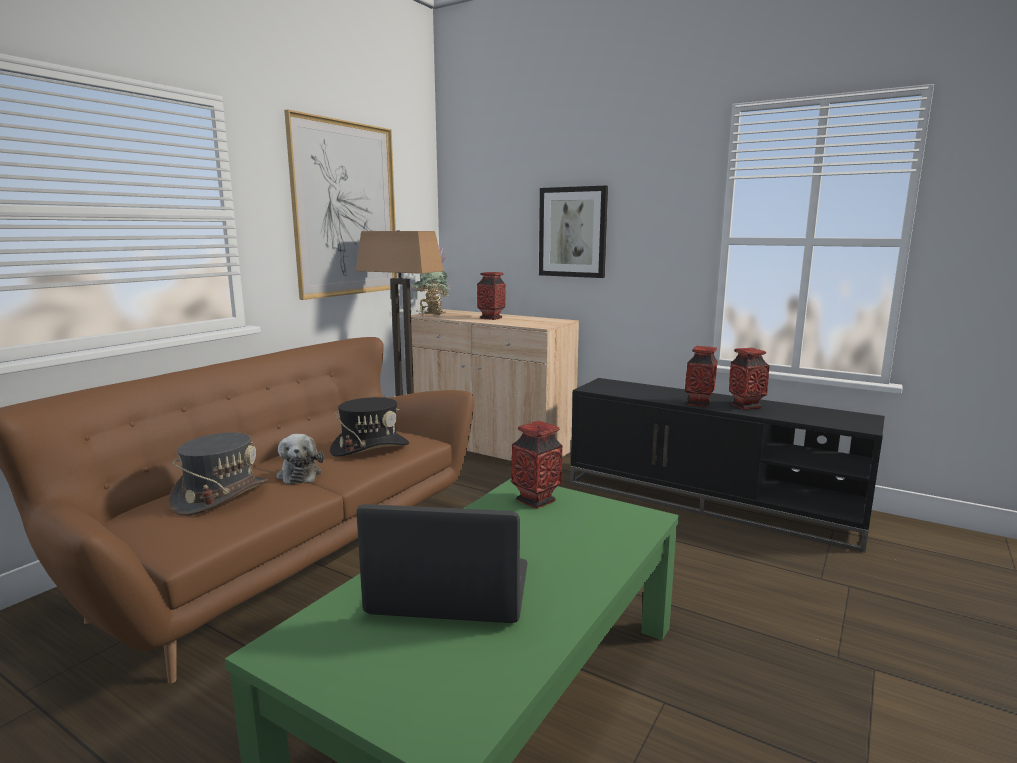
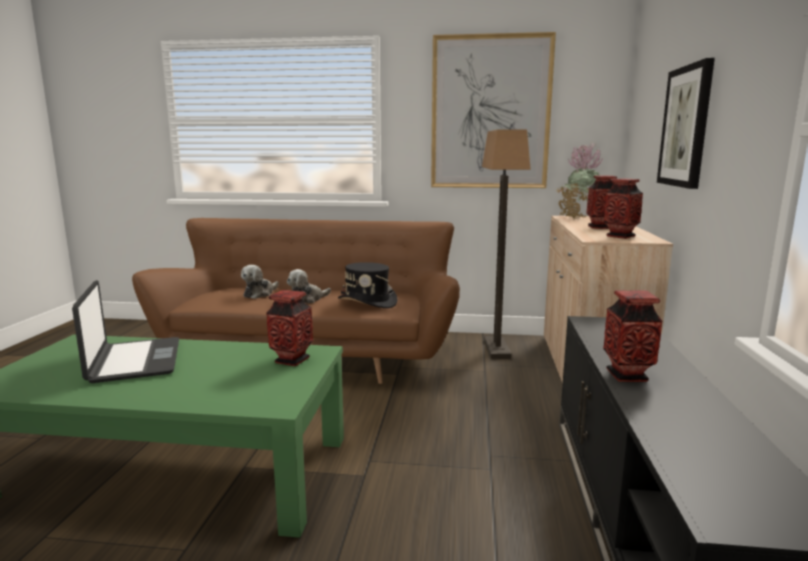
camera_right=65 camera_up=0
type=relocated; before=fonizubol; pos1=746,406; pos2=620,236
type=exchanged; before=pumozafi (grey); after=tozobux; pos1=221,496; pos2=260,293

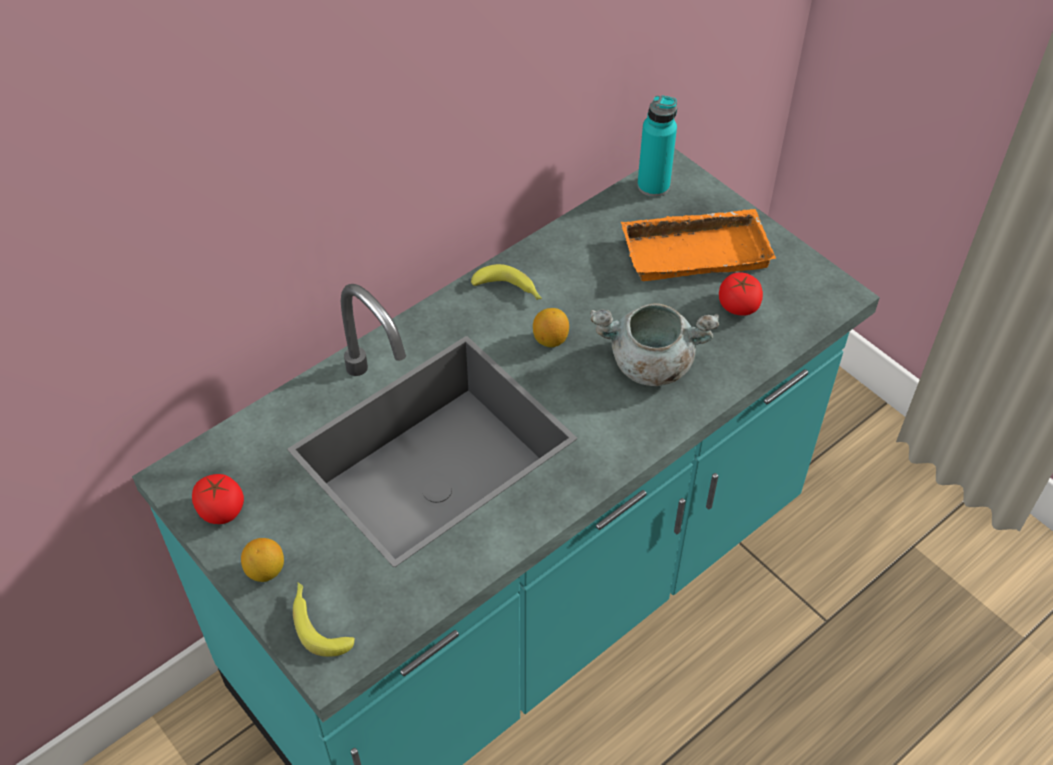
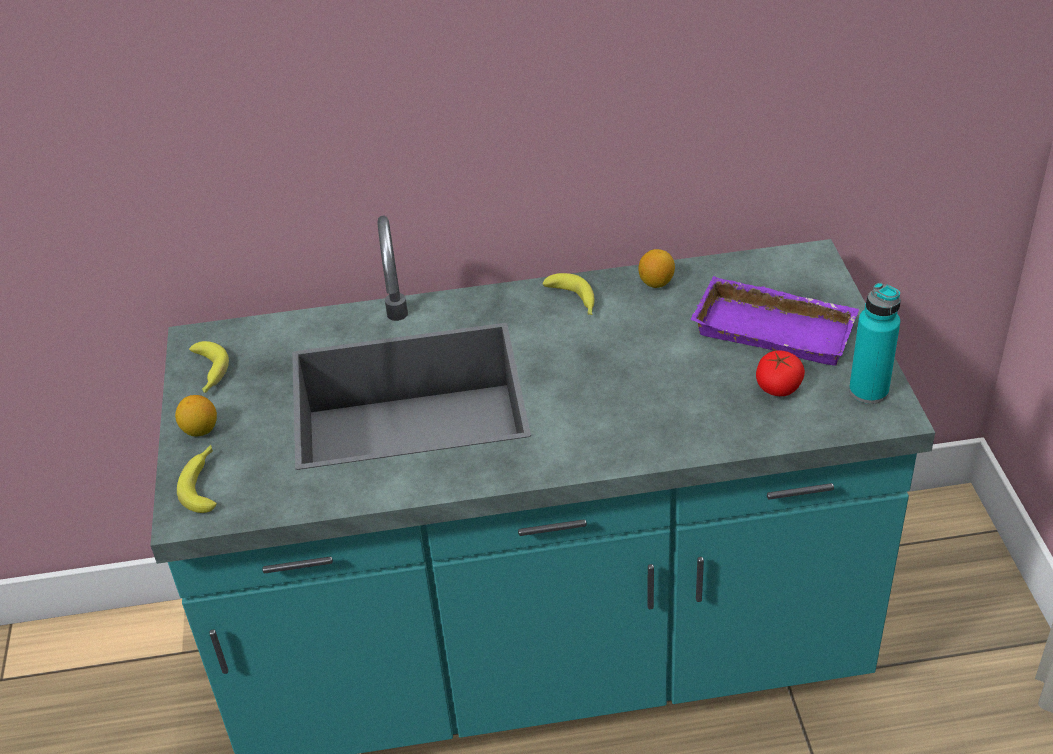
camera_right=35 camera_up=-10
type=relocated; before=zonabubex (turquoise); pos1=653,186; pos2=868,391
type=colour; before=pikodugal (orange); after=pikodugal (purple); pos1=696,250; pos2=777,328
type=missing; before=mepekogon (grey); pos1=649,364
type=relocated; before=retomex; pos1=550,339; pos2=656,283
type=exchanged; before=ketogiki; after=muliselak; pos1=221,509; pos2=208,374

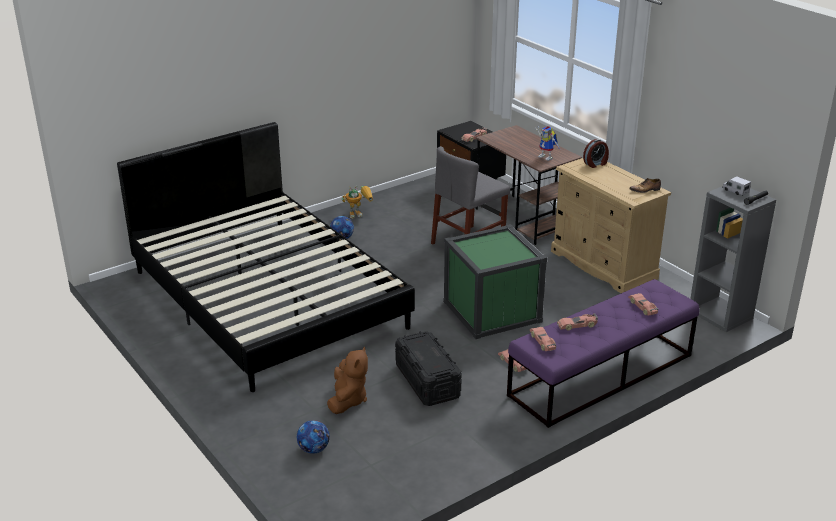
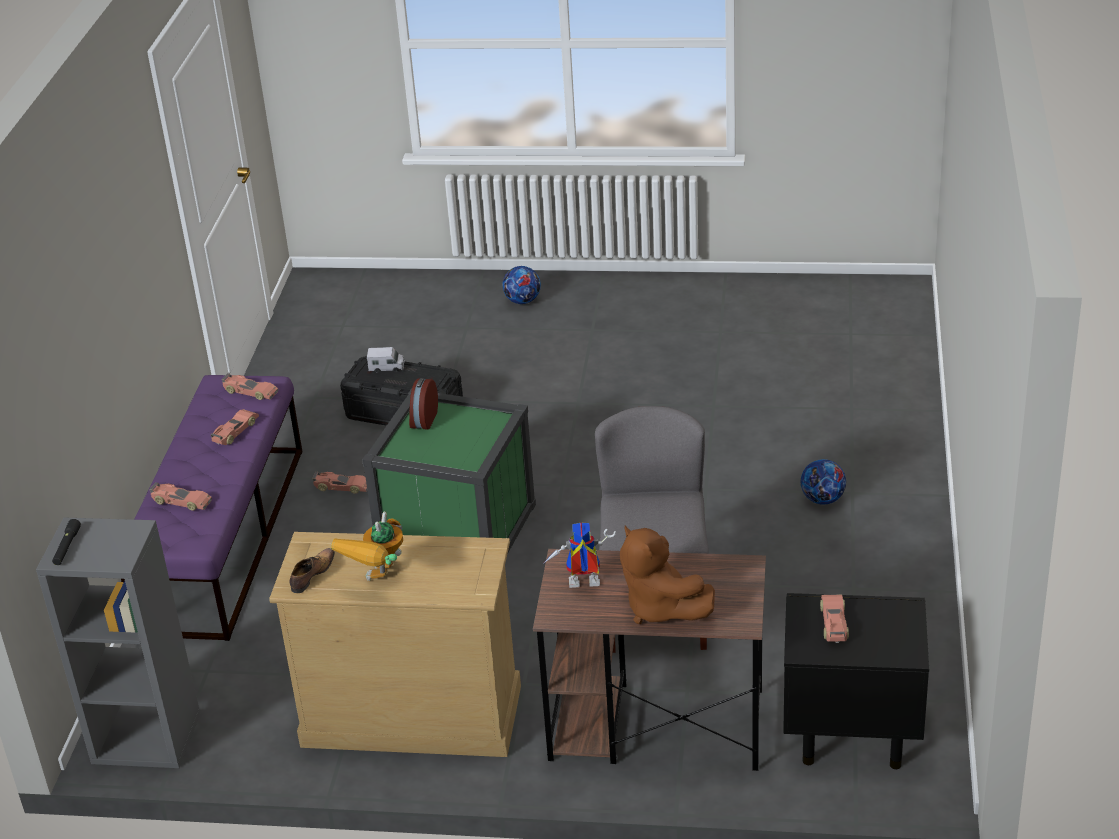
camera_right=135 camera_up=5
type=missing; before=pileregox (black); pos1=268,298
type=relocated; before=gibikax; pos1=595,164; pos2=423,420
type=relocated; before=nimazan; pos1=735,191; pos2=386,367
type=relocated; before=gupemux; pos1=359,214; pos2=380,582
type=relocated; before=tozobux (brown); pos1=348,400; pos2=660,608
type=relocated; before=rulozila; pos1=313,449; pos2=522,301

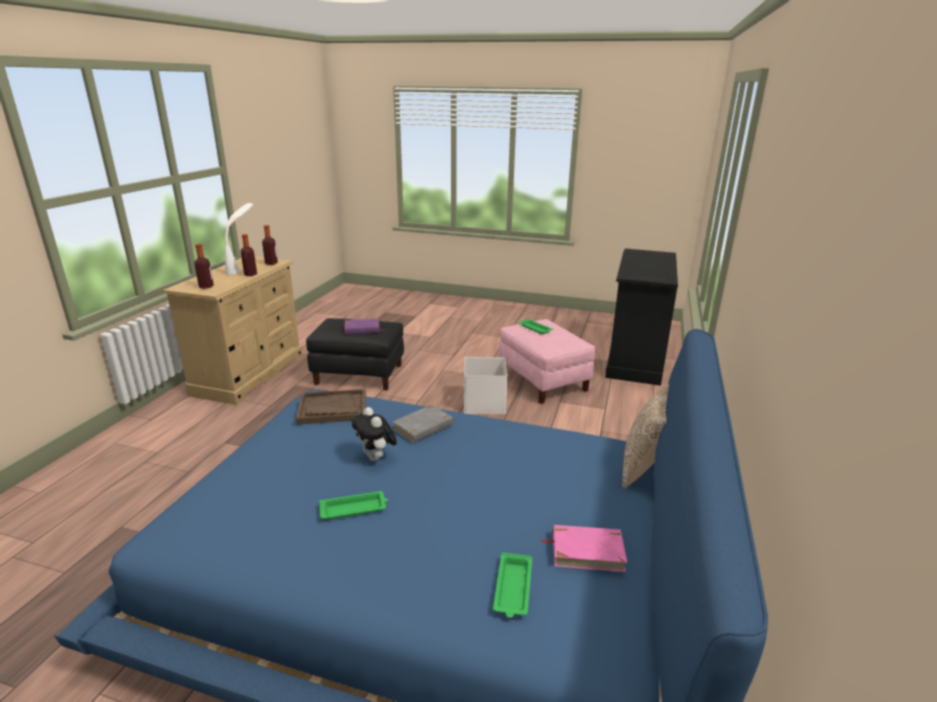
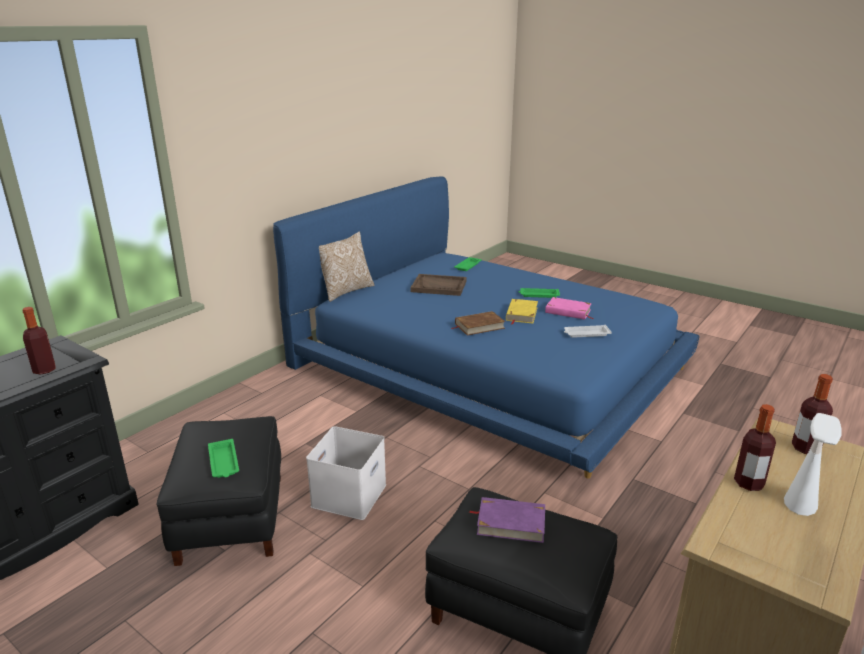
camera_right=-160 camera_up=0
type=relocated; before=zonabubex; pos1=271,263; pos2=44,370
type=colour; before=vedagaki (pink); after=vedagaki (black); pos1=543,381; pos2=231,518
type=relocated; before=pikodugal (brown); pos1=332,408; pos2=439,286
type=colour; before=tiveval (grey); after=tiveval (brown); pos1=423,427; pos2=479,326
type=exchanged; before=tozobux; after=tiveval (yellow); pos1=376,458; pos2=521,314
type=relocated; before=tiveval (pink); pos1=587,551; pos2=568,311
type=appeared; after=pikodugal (white); pos2=586,334

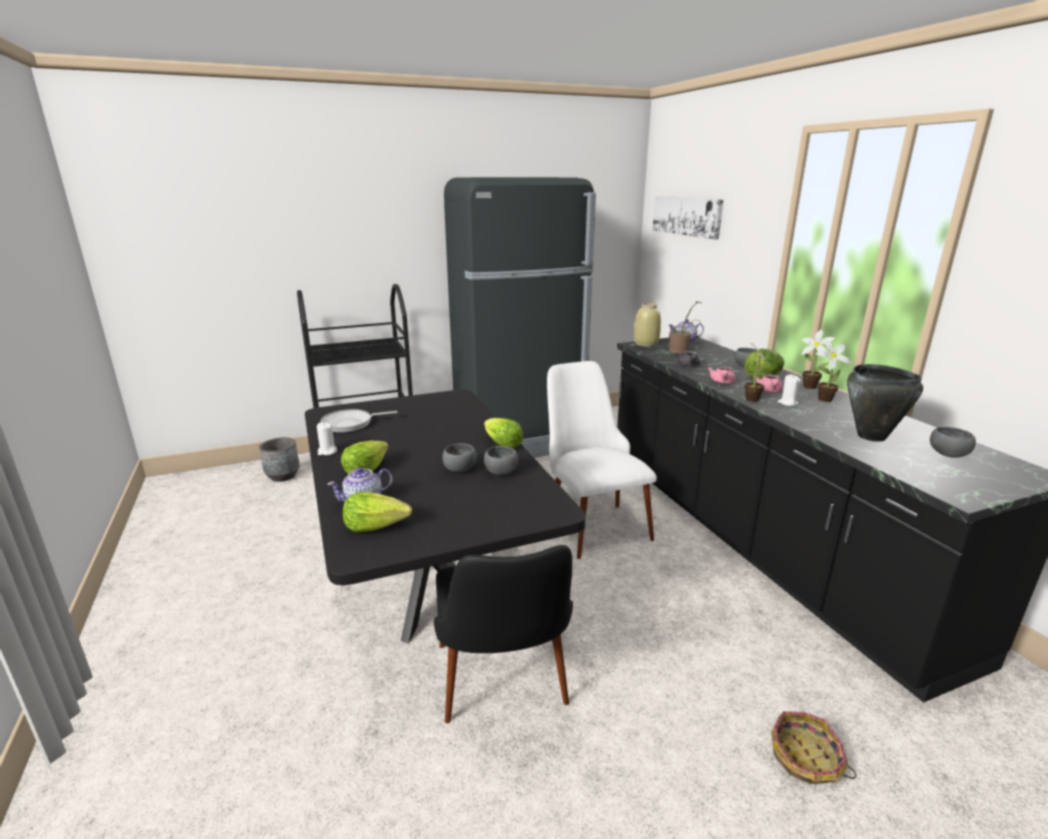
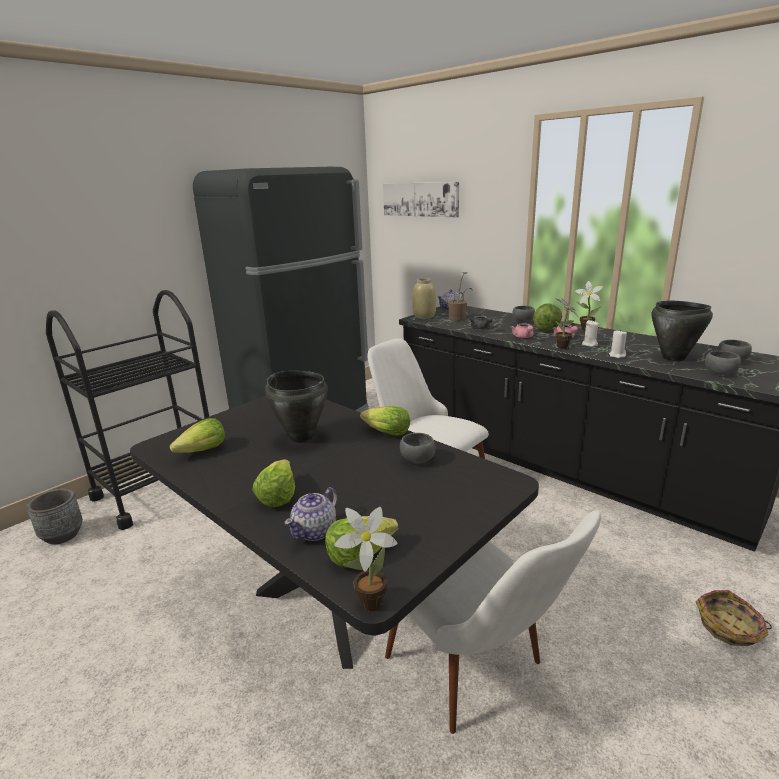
camera_right=-25 camera_up=0
type=relocated; before=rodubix; pos1=822,399; pos2=367,604
type=exchanged; before=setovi; after=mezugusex; pos1=350,424; pos2=203,451
type=relocated; before=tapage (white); pos1=327,451; pos2=617,355
type=relocated; before=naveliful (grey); pos1=461,469; pos2=720,373
type=colour; before=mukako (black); after=mukako (white); pos1=504,693; pos2=480,677
type=appeared; after=mepekogon (black); pos2=301,437

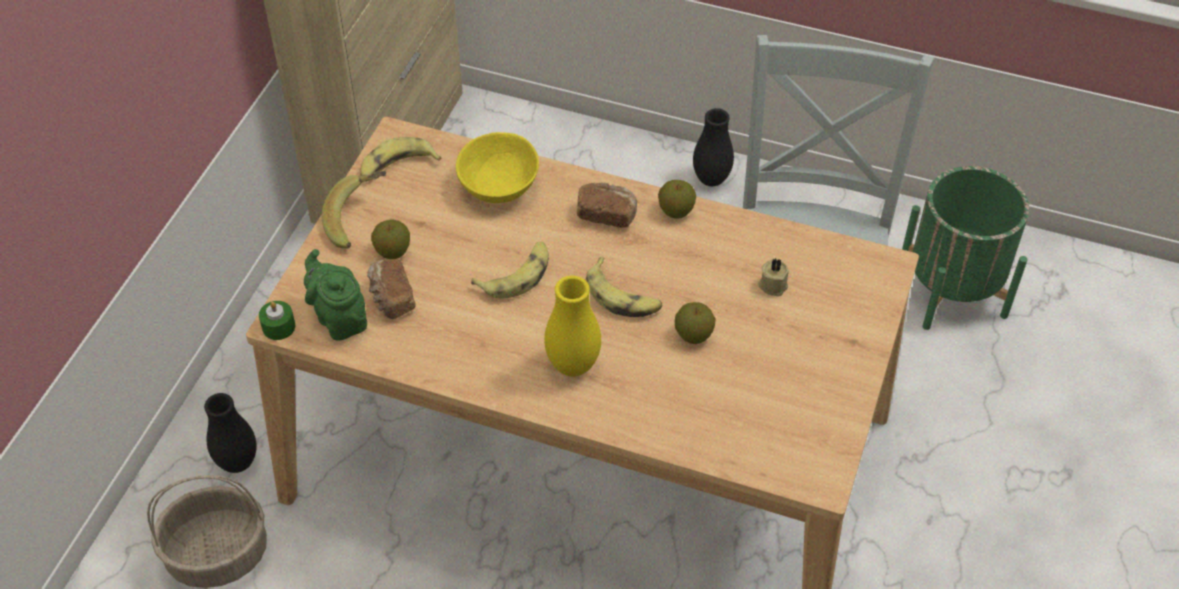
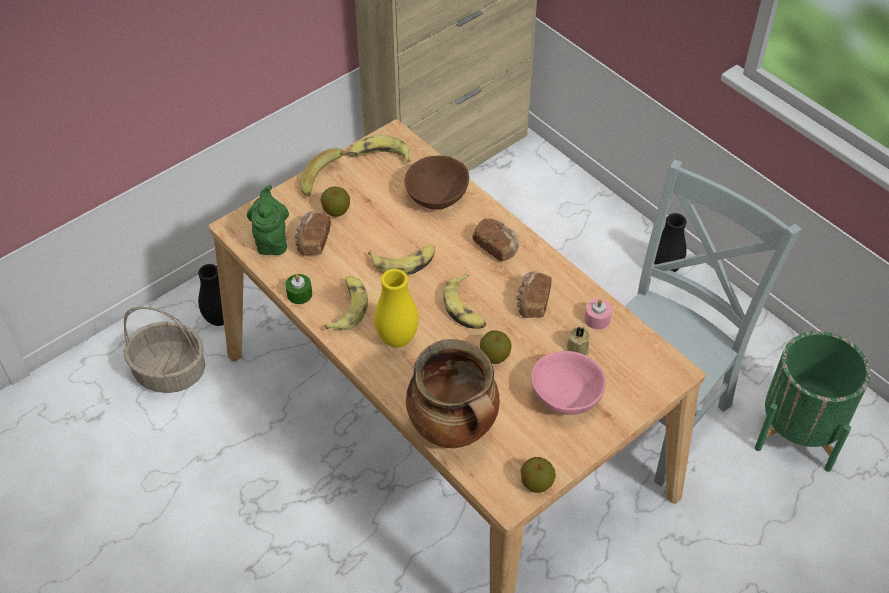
camera_right=30 camera_up=0
type=colour; before=naveliful (yellow); after=naveliful (brown); pos1=498,185; pos2=437,196
type=relocated; before=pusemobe; pos1=676,211; pos2=536,483
type=relocated; before=tapage (green); pos1=278,327; pos2=299,294
type=appeared; after=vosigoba; pos2=532,302
type=appeared; after=muliselak; pos2=348,307
type=appeared; after=tapage (pink); pos2=597,319
type=appeared; after=mepekogon; pos2=454,430
type=appeared; after=naveliful (pink); pos2=567,397

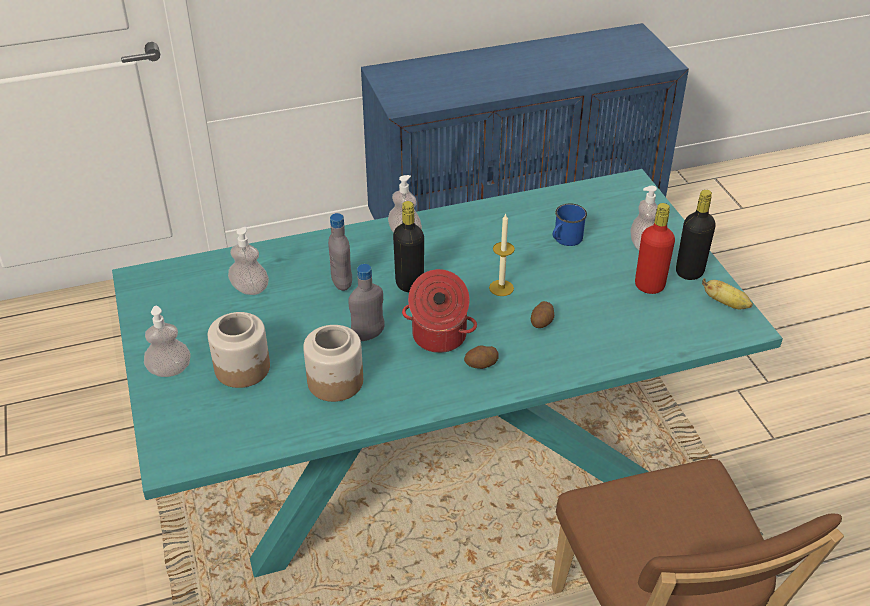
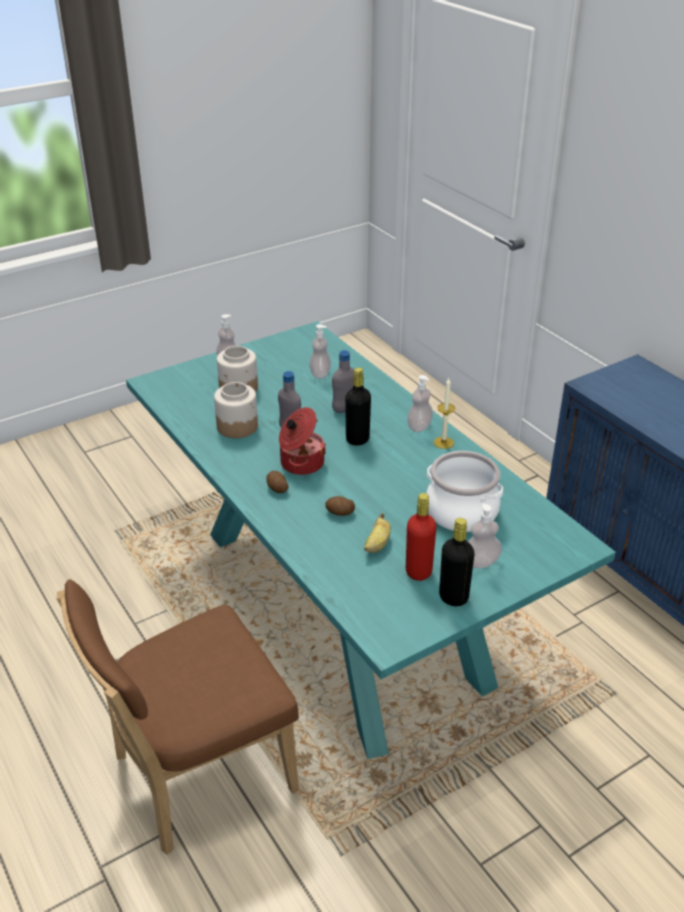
camera_right=75 camera_up=-5
type=exchanged; before=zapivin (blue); after=mepekogon; pos1=565,240; pos2=461,512
type=relocated; before=tapage; pos1=501,288; pos2=443,442
type=relocated; before=muliselak; pos1=726,303; pos2=377,545

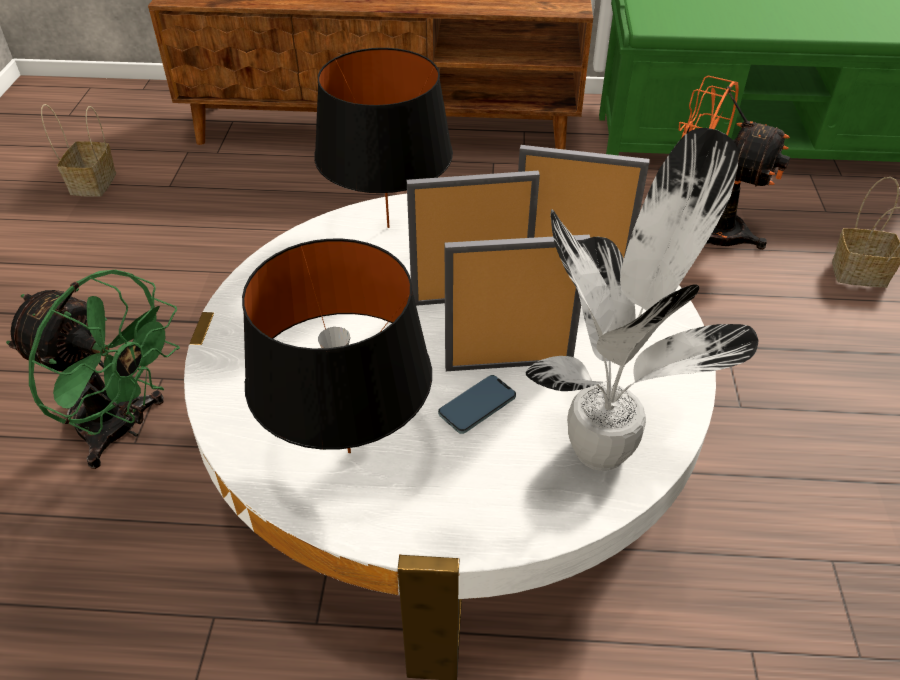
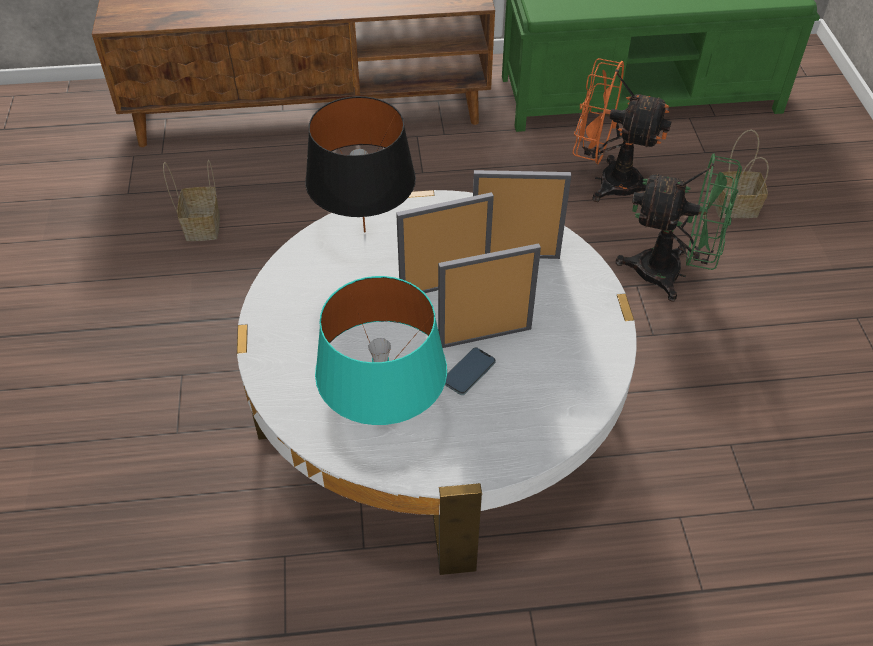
camera_right=-10 camera_up=5
type=relocated; before=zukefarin; pos1=93,182; pos2=201,225
type=missing; before=rodubix; pos1=604,447
type=colour; before=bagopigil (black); after=bagopigil (turquoise); pos1=348,452; pos2=384,420
type=relocated; before=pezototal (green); pos1=122,429; pos2=671,274

